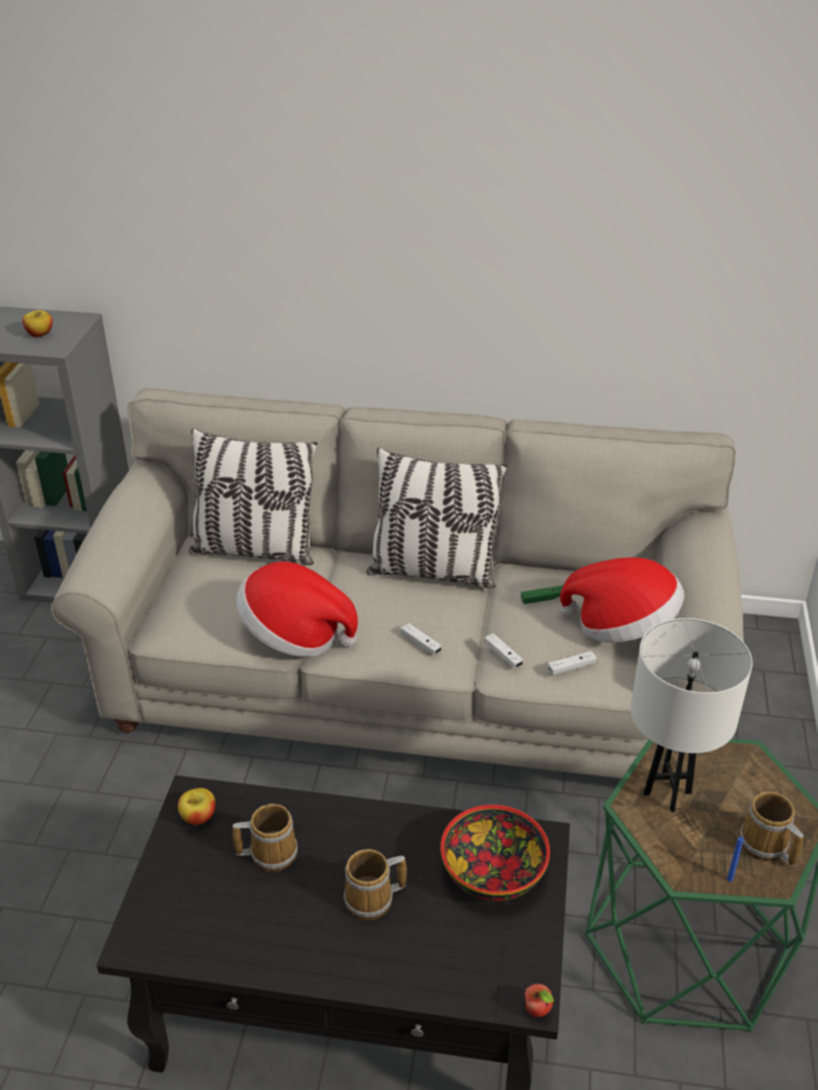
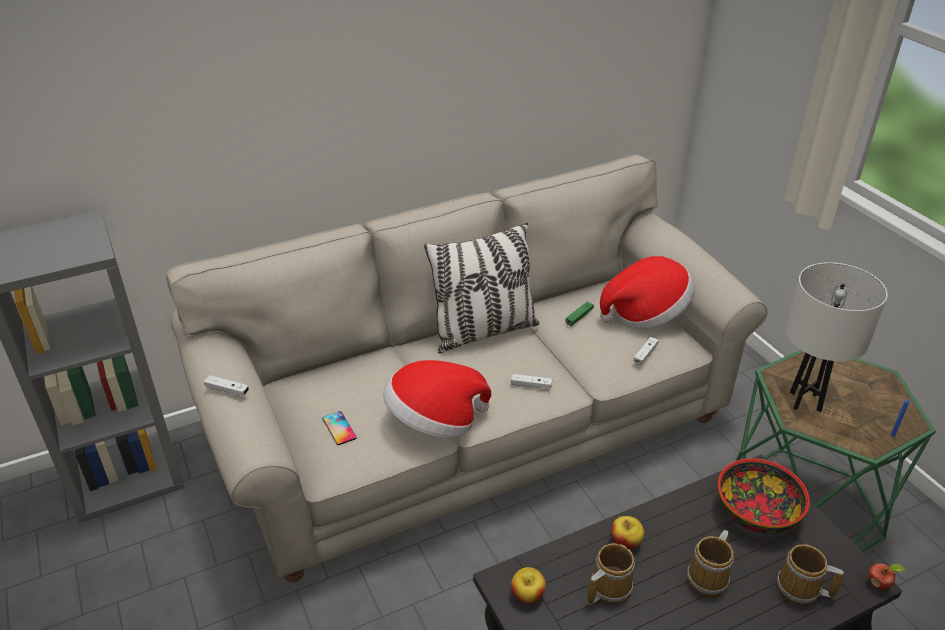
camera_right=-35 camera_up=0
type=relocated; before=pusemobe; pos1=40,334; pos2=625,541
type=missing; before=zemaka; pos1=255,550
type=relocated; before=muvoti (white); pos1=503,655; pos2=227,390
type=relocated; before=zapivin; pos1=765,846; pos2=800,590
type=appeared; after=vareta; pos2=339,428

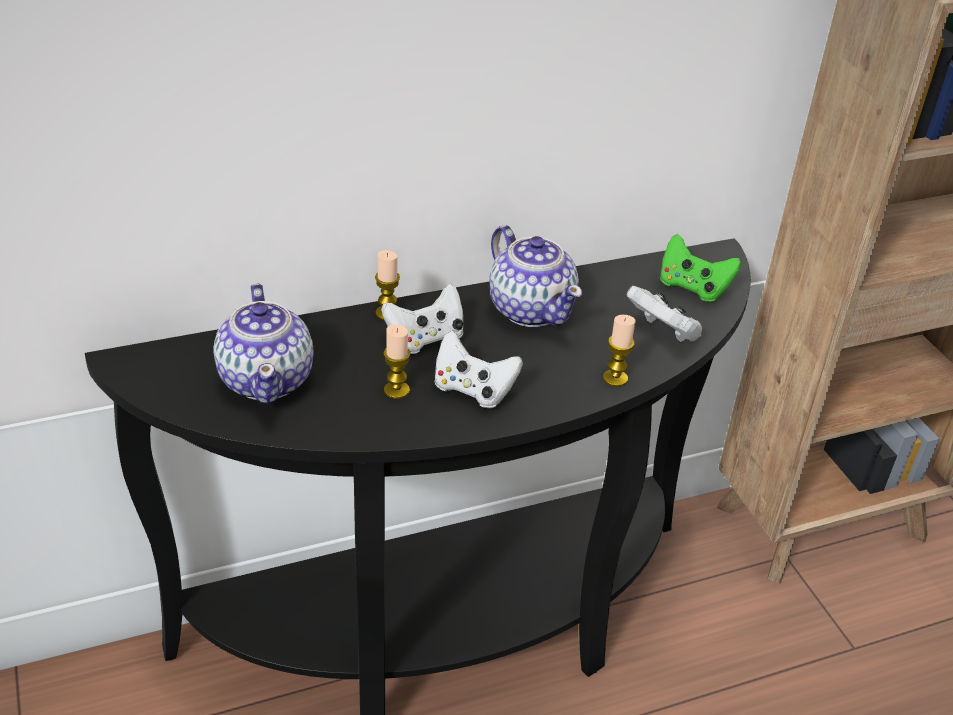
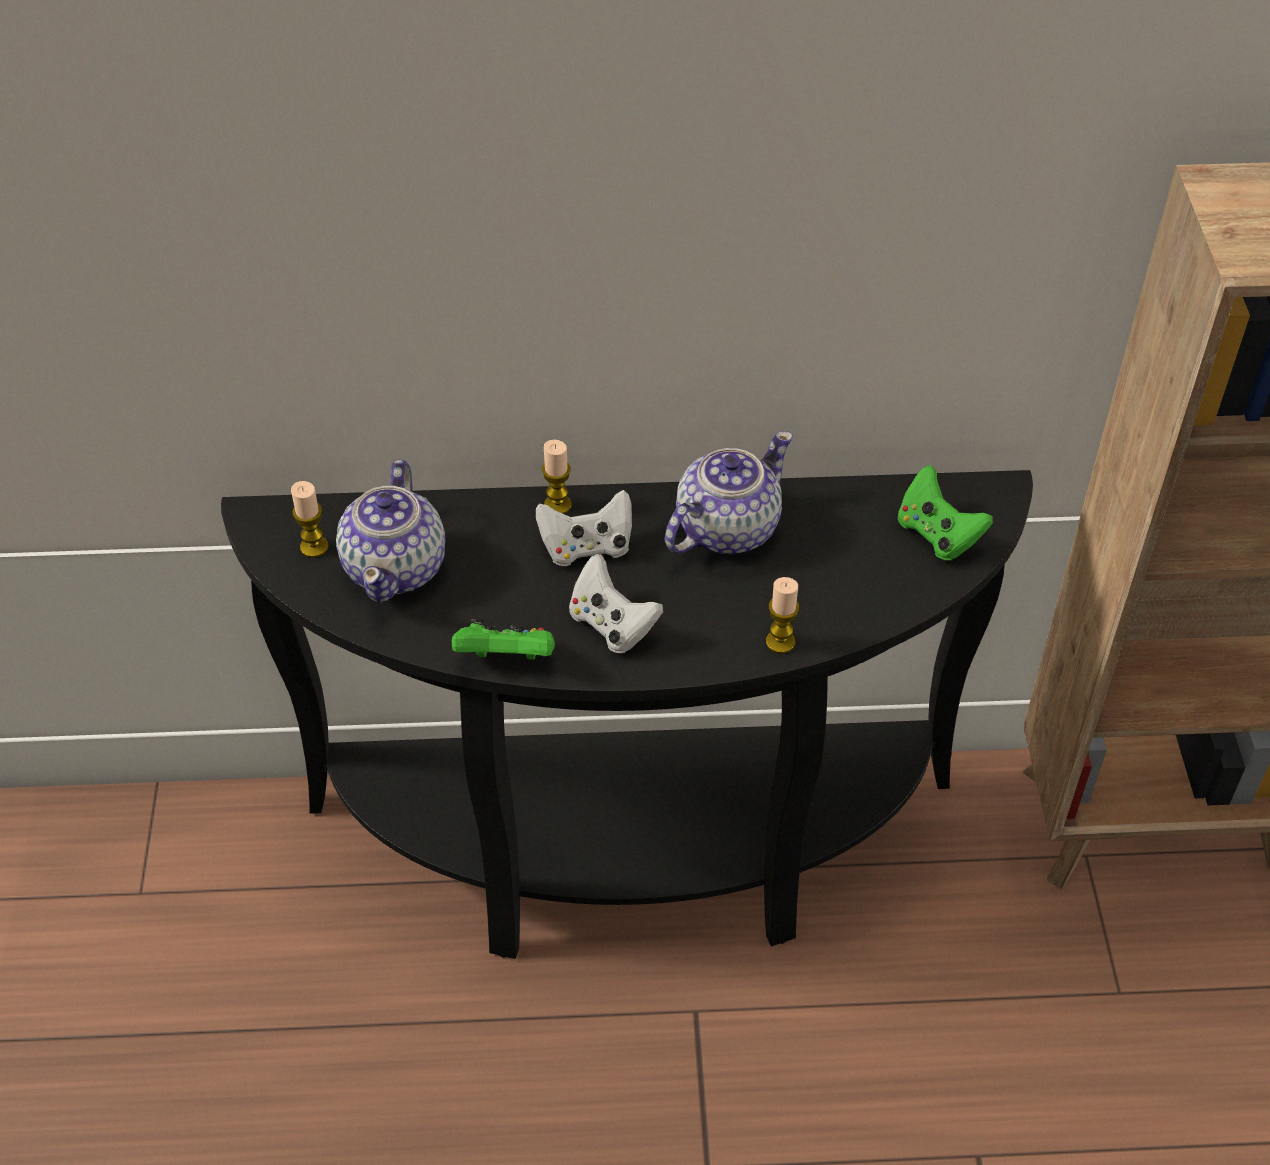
camera_right=20 camera_up=10
type=spun; before=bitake; pos1=531,309; pos2=725,529; turn=-120
type=missing; before=muvoti (white); pos1=663,333
type=relocated; before=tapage; pos1=396,390; pos2=314,547
type=appeared; after=muvoti (green); pos2=506,659

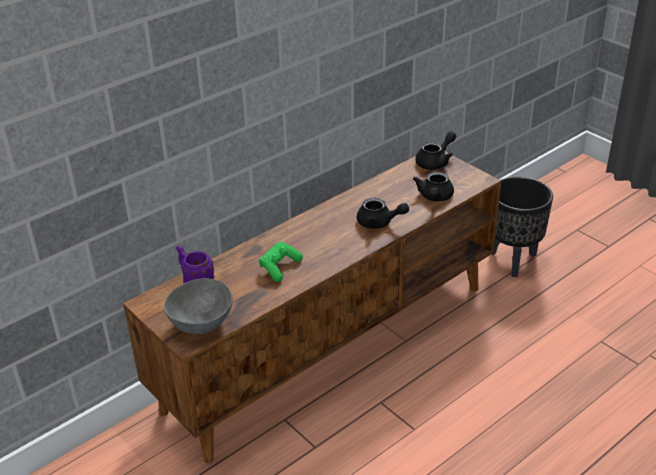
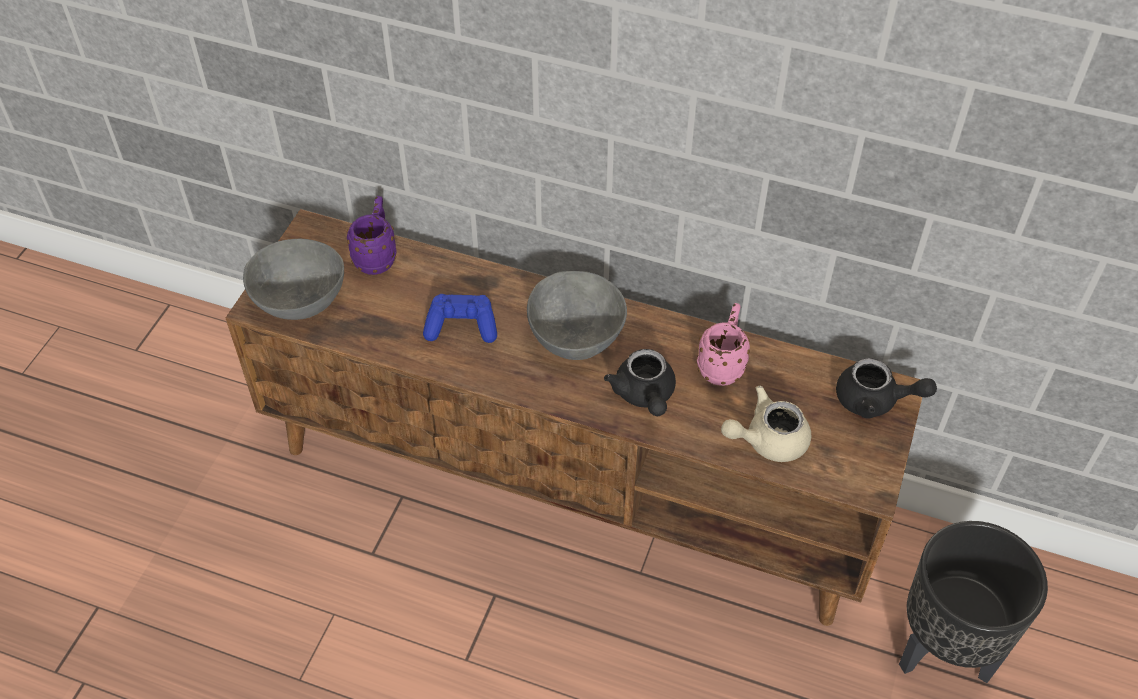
camera_right=60 camera_up=15
type=colour; before=bitake (black); after=bitake (beige); pos1=434,197; pos2=767,440
type=colour; before=muvoti (green); after=muvoti (blue); pos1=279,267; pos2=462,327
type=appeared; after=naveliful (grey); pos2=576,336
type=appeared; after=zapivin (pink); pos2=722,364

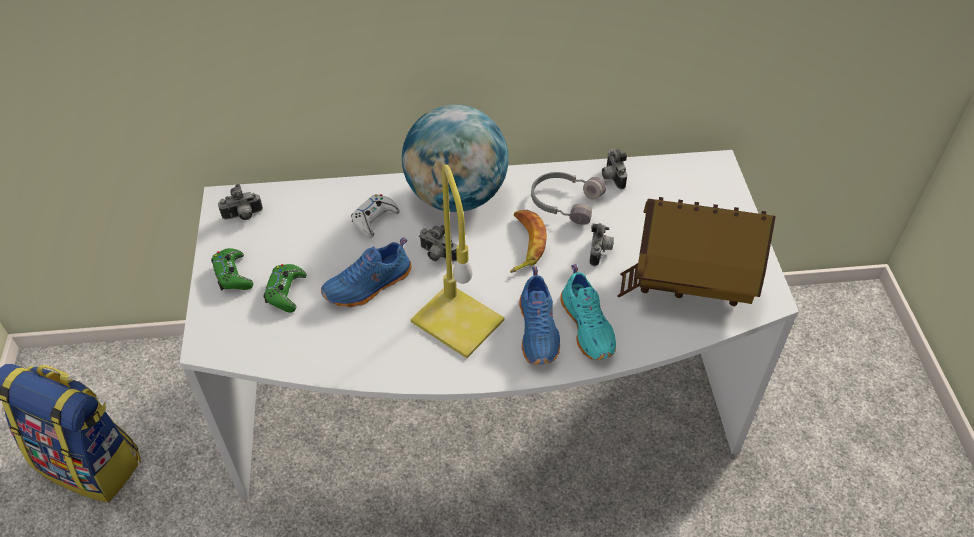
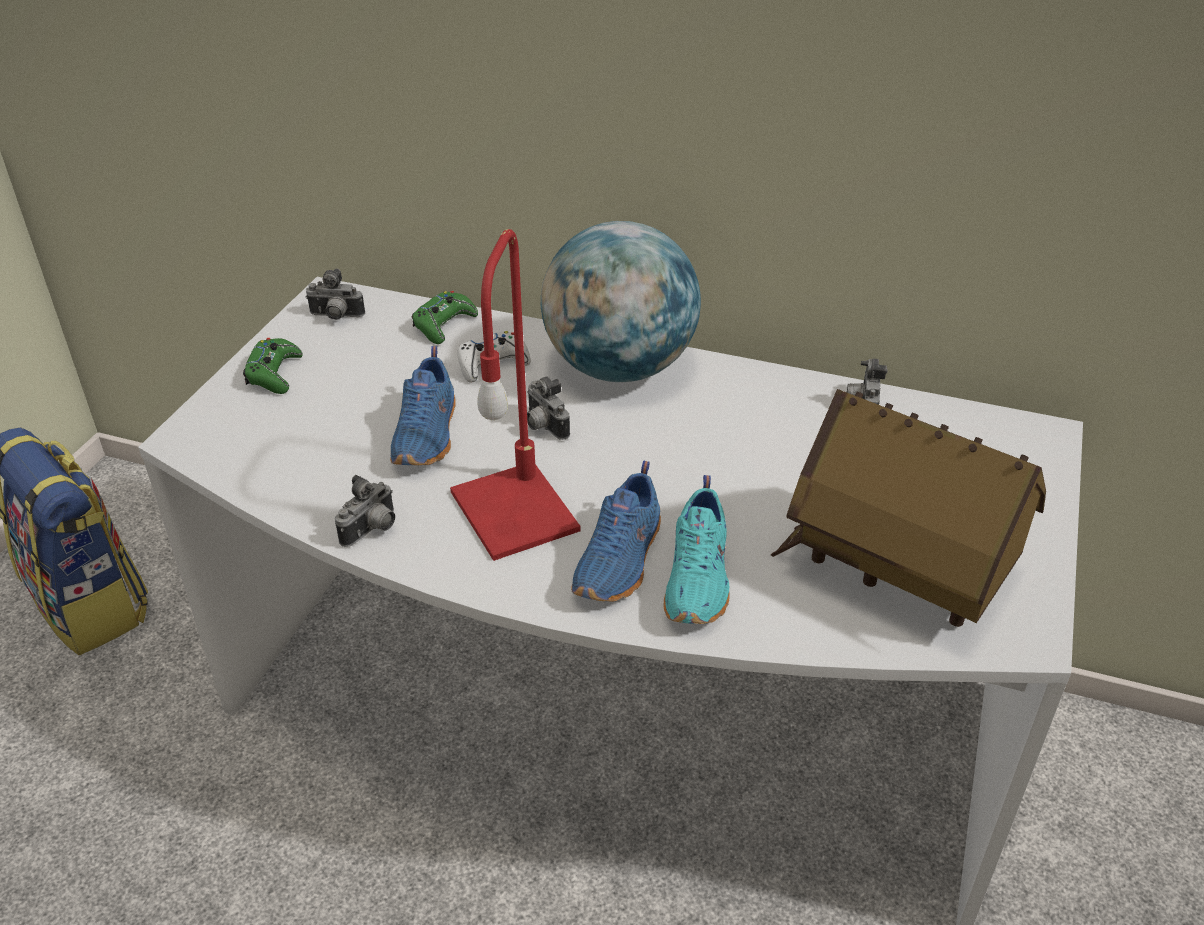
camera_right=25 camera_up=-10
type=colour; before=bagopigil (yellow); after=bagopigil (red); pos1=455,320; pos2=511,509
type=missing; before=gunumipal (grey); pos1=565,202
type=missing; before=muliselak; pos1=524,244
type=relocated; before=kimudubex; pos1=600,252; pos2=372,530
type=spun; before=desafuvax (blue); pos1=369,286; pos2=428,435; turn=-75
type=relocated; before=muvoti (green); pos1=286,292; pos2=444,324

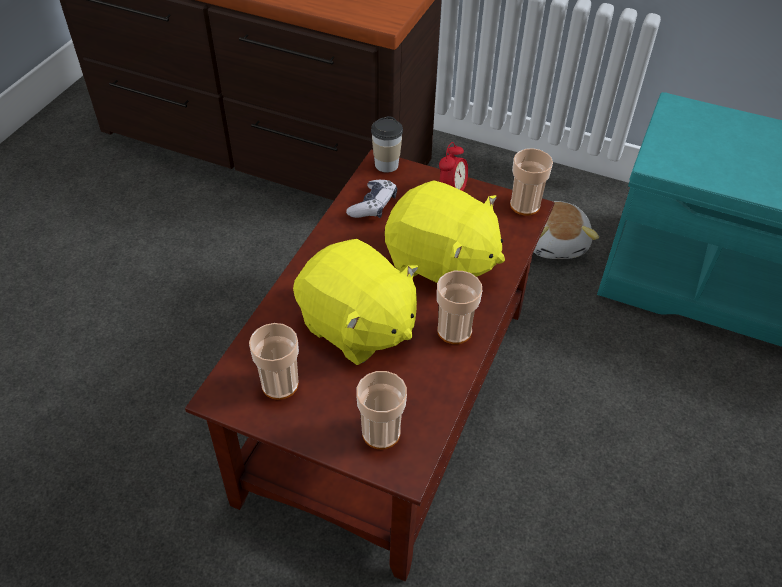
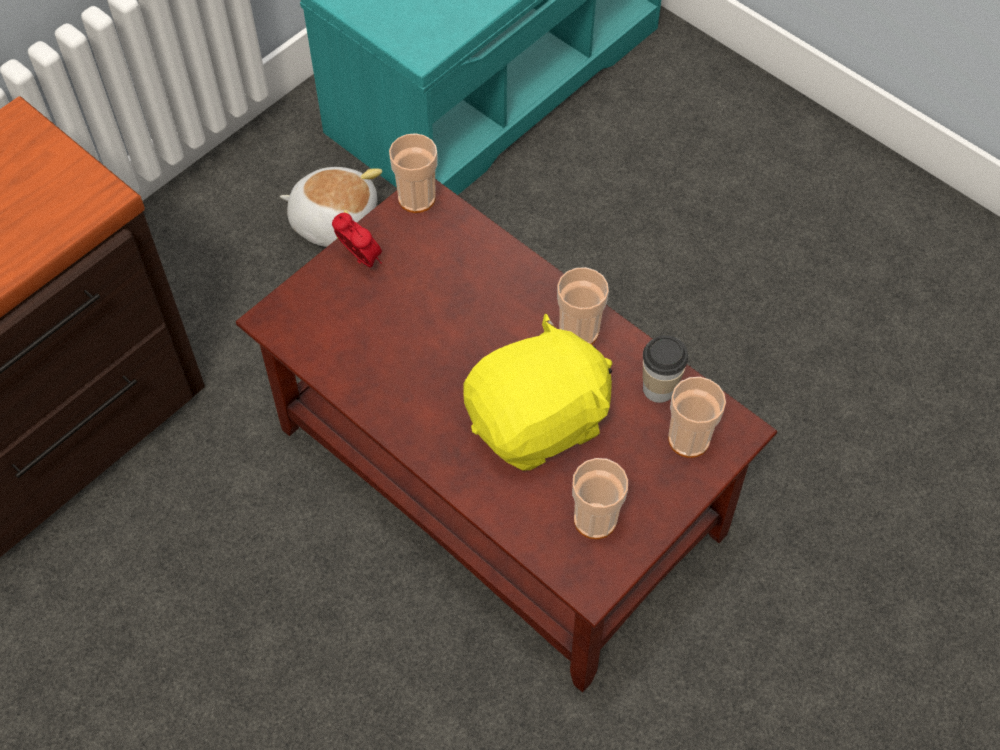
camera_right=-70 camera_up=10
type=relocated; before=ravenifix; pos1=386,165; pos2=659,388
type=missing; before=muvoti; pos1=373,205
type=missing; before=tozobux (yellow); pos1=441,263

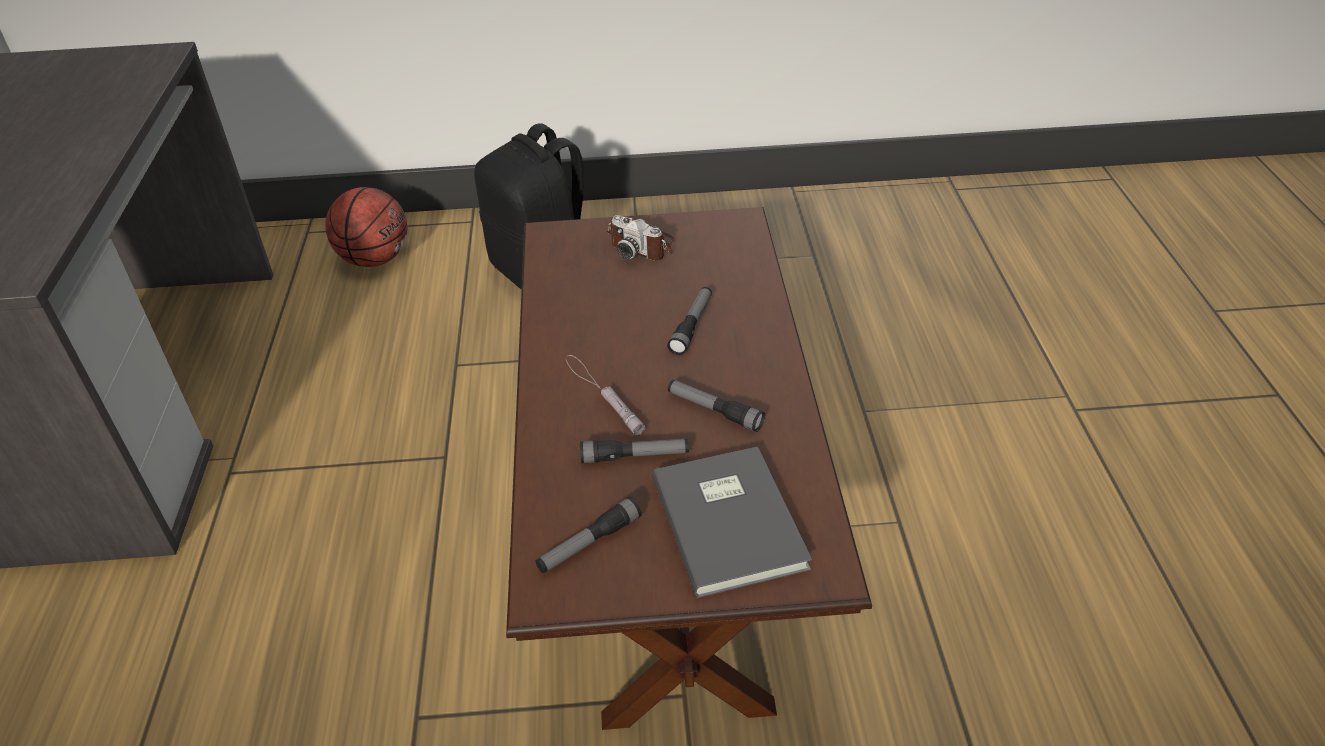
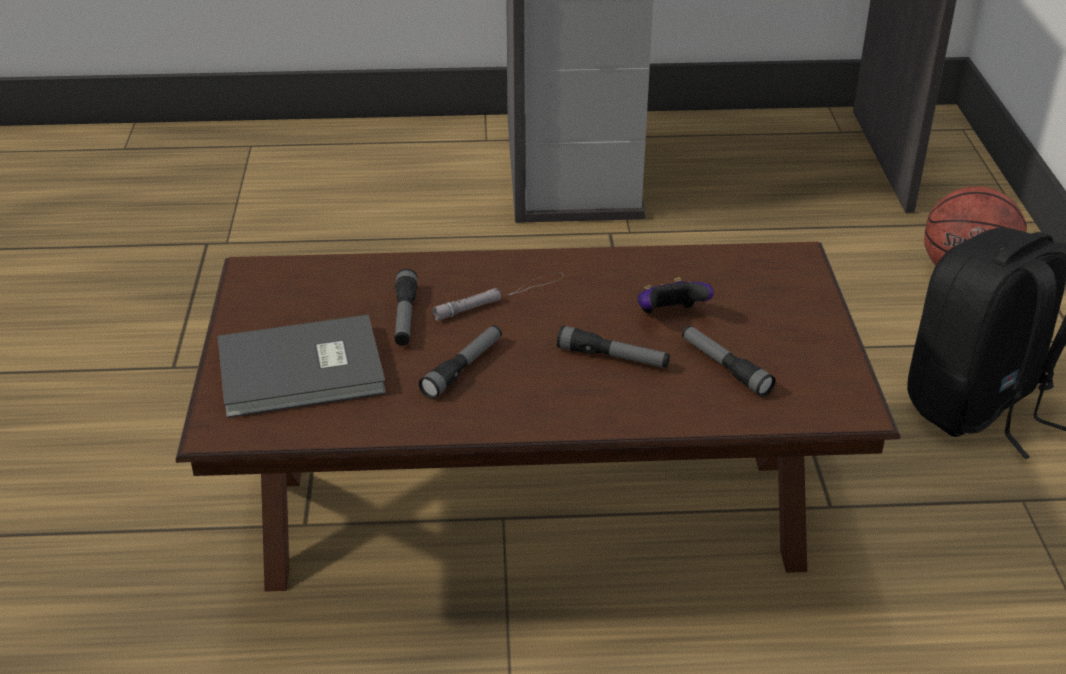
camera_right=90 camera_up=-5
type=missing; before=kimudubex; pos1=642,246
type=relocated; before=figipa; pos1=589,543; pos2=724,367
type=appeared; after=muvoti; pos2=670,316

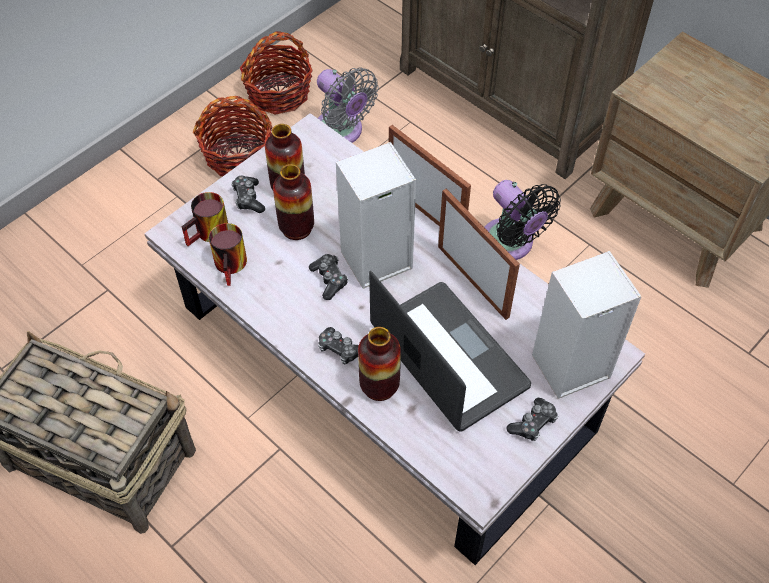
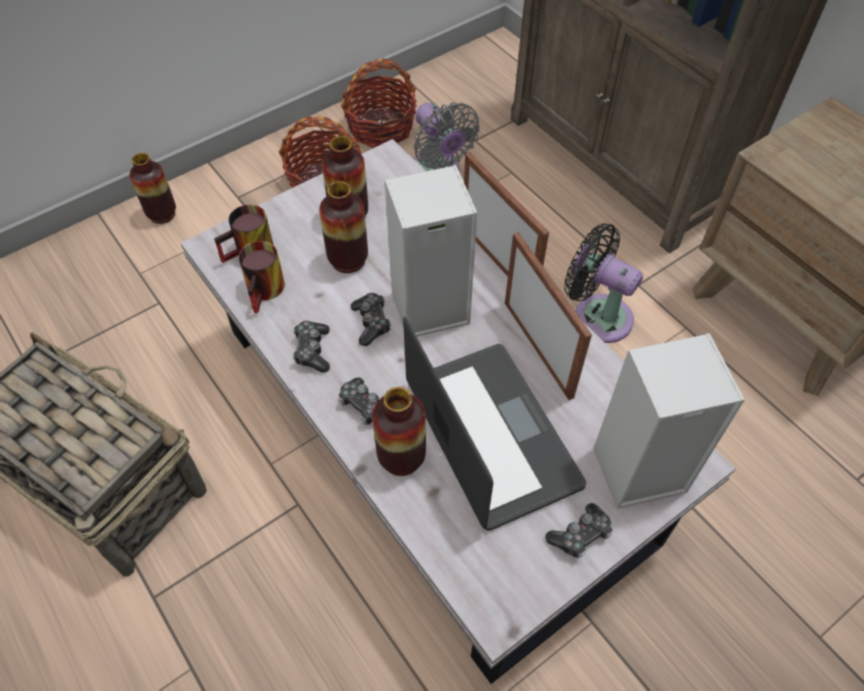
camera_right=10 camera_up=0
type=relocated; before=muvoti; pos1=248,198; pos2=312,350
type=spun; before=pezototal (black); pos1=510,244; pos2=597,315; turn=150
type=appeared; after=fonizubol; pos2=162,214

